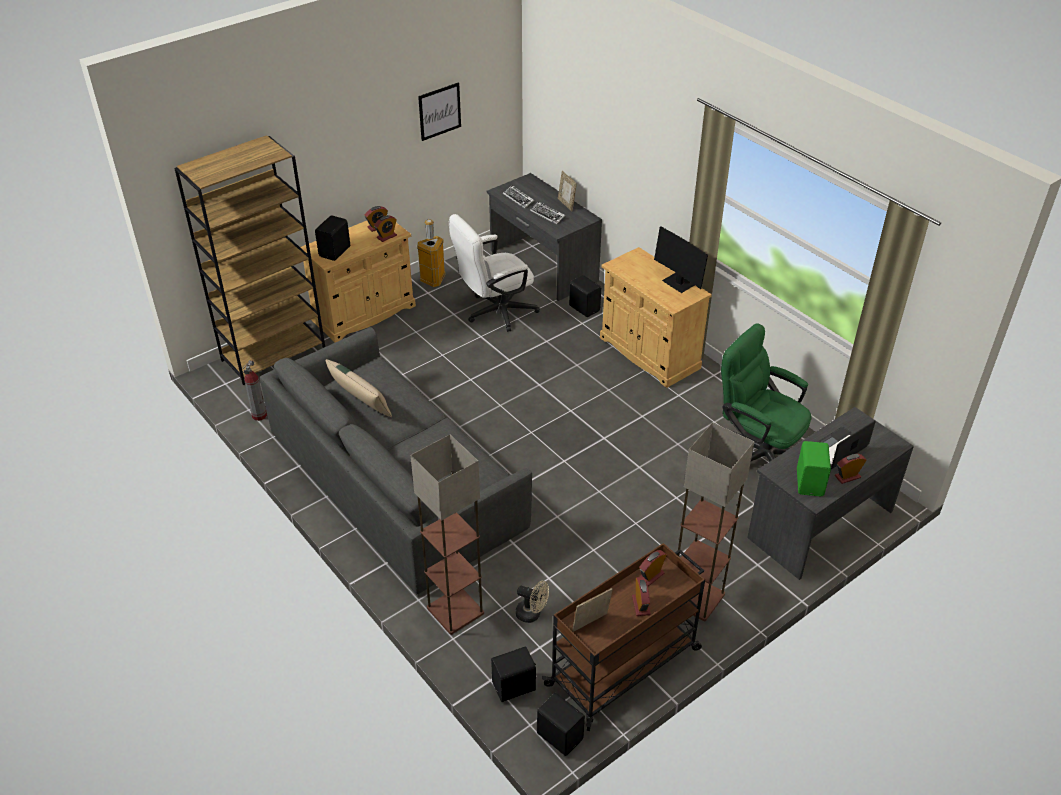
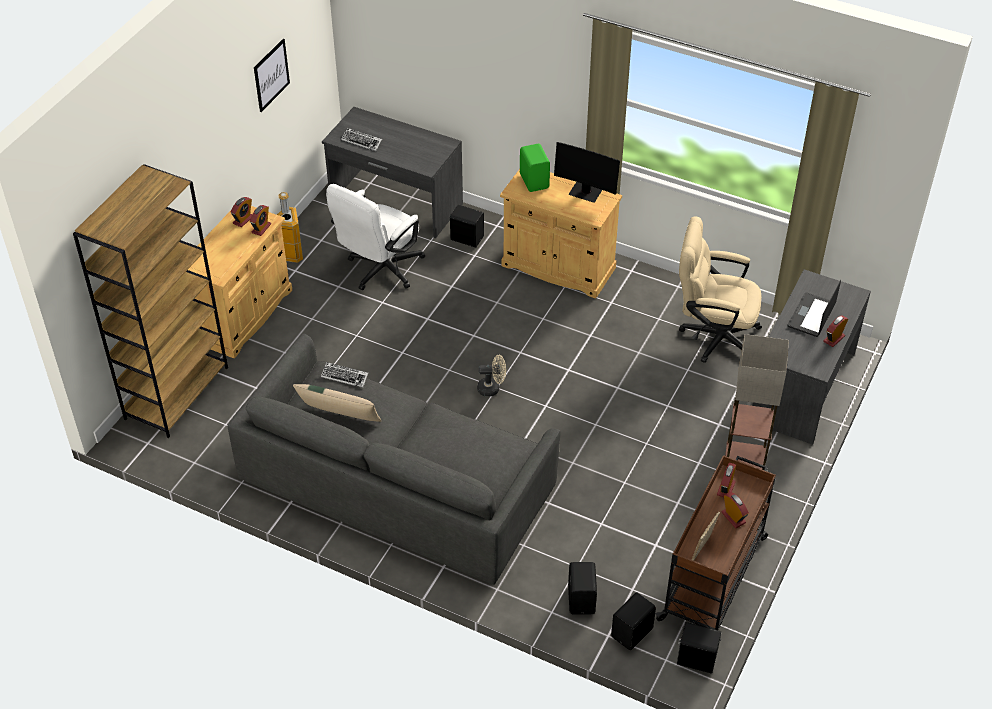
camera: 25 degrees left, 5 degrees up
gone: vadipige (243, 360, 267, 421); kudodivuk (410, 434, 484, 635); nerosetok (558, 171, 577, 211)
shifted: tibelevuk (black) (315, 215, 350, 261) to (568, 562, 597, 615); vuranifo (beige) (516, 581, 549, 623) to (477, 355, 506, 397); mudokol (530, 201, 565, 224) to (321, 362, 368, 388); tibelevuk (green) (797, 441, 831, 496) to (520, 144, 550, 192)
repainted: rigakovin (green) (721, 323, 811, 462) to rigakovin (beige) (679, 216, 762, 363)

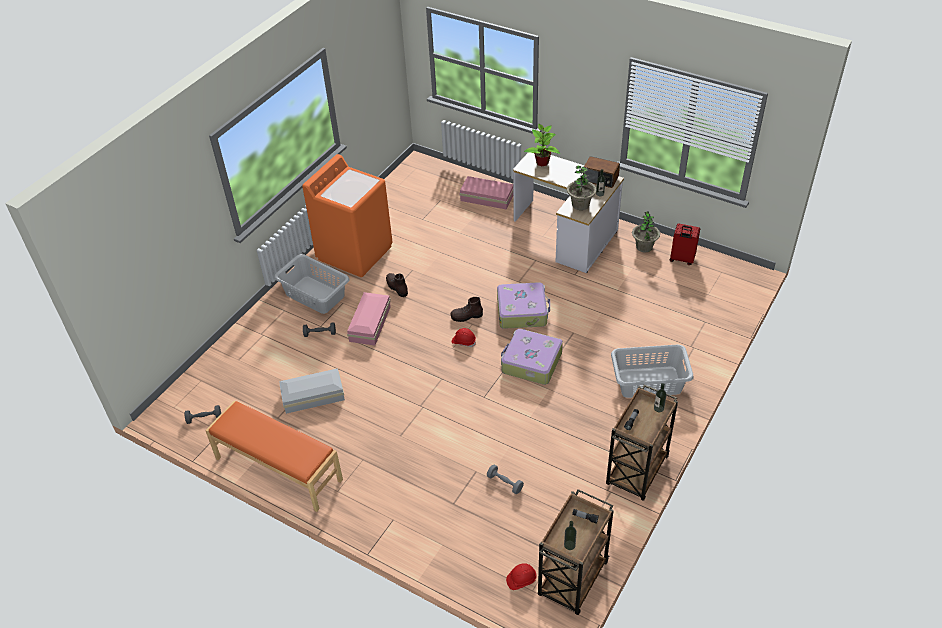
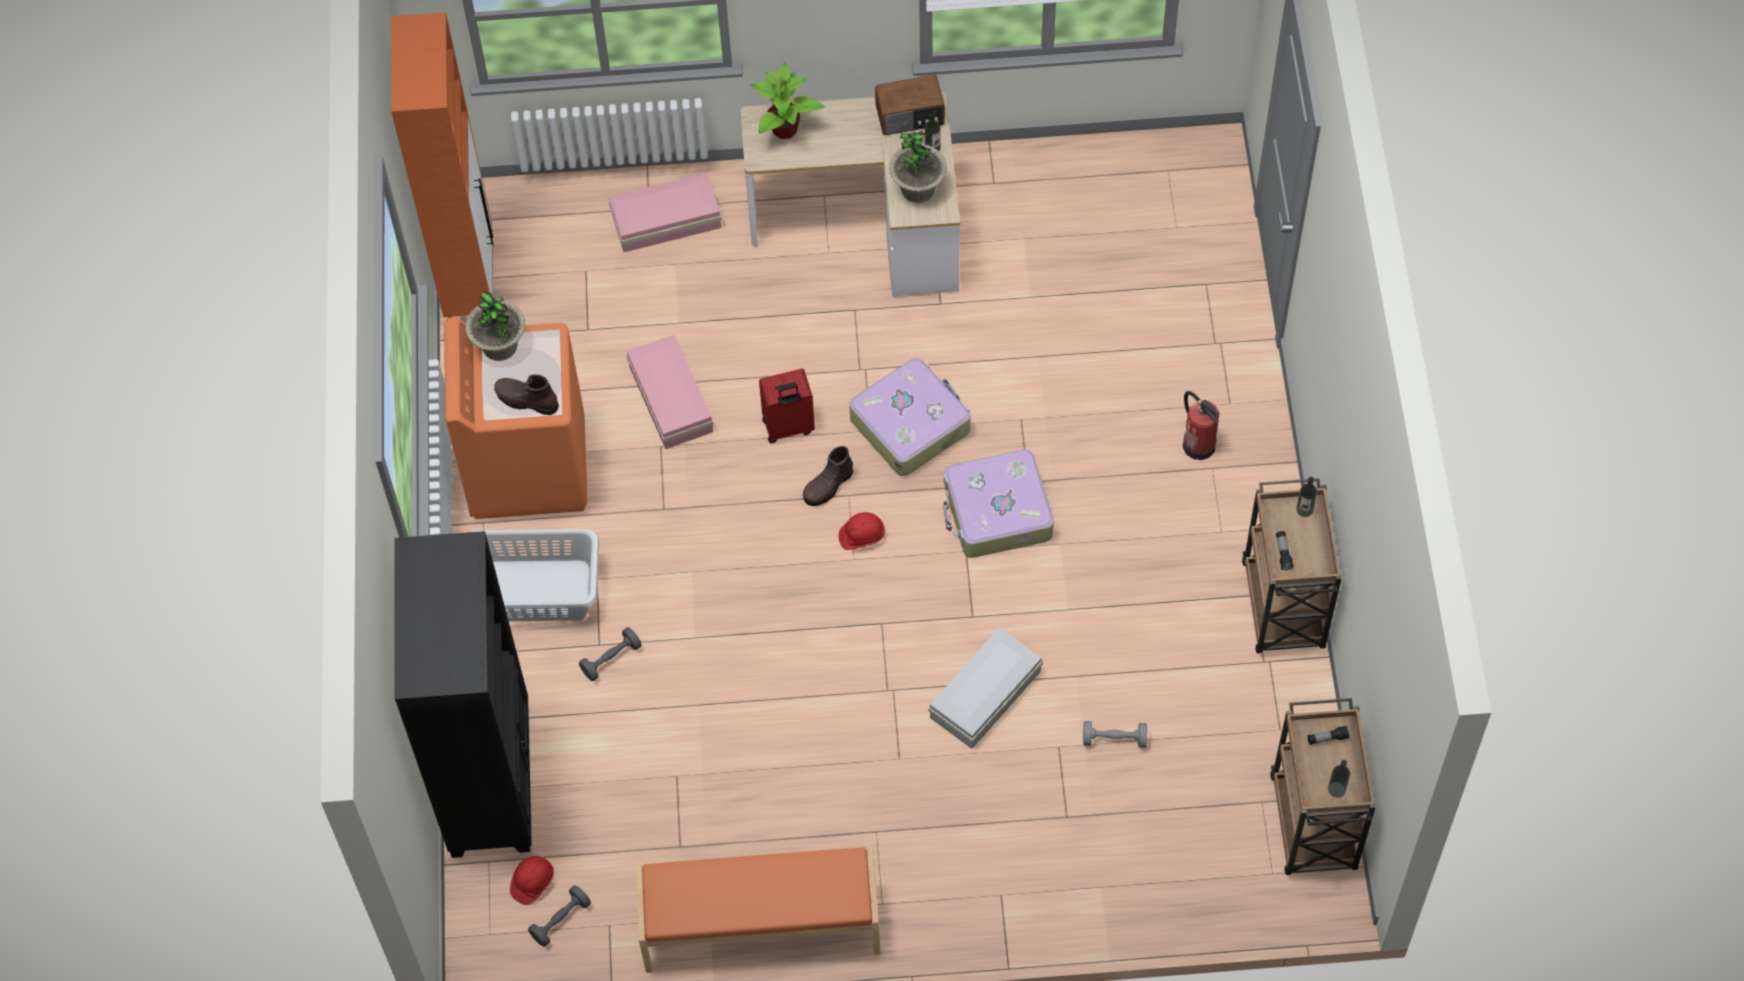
camera: 35 degrees left, 15 degrees up
new: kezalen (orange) (391, 12, 493, 318); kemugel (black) (395, 531, 532, 858)
shifted: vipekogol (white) (279, 368, 345, 414) to (928, 627, 1043, 749); vipekogol (pink) (347, 292, 391, 345) to (626, 334, 714, 449); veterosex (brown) (386, 273, 408, 297) to (494, 374, 559, 415); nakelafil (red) (506, 563, 537, 590) to (510, 856, 554, 905); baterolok (632, 211, 660, 252) to (465, 290, 525, 361); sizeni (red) (670, 223, 700, 265) to (759, 369, 815, 444)
swapped: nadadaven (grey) (611, 344, 694, 398) to vadipige (1183, 391, 1220, 460)

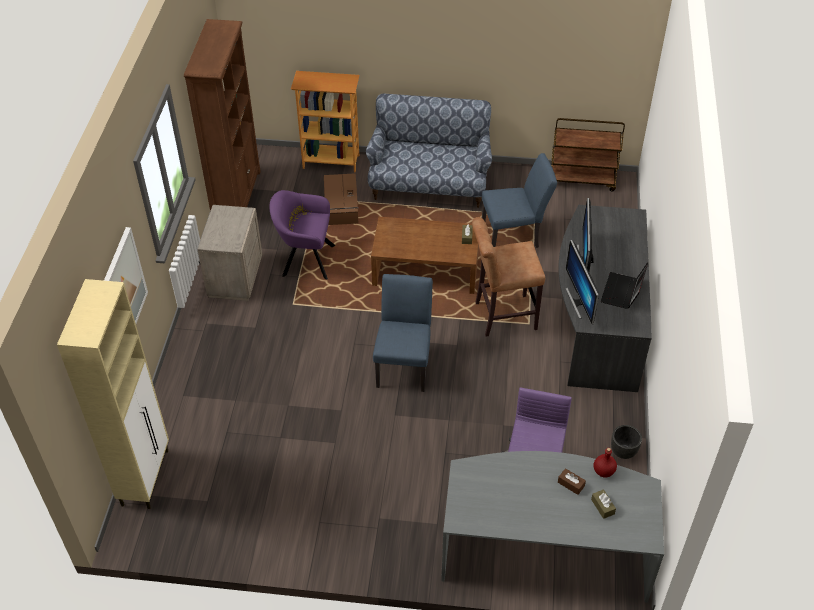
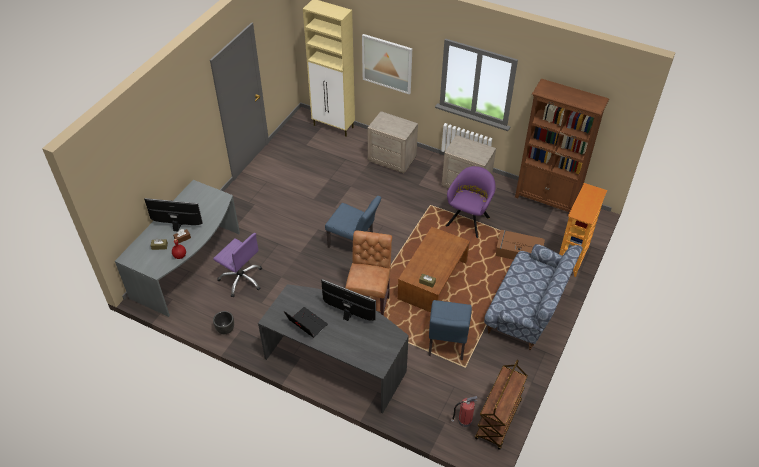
camera: 110 degrees right, 0 degrees up
new: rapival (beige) (368, 111, 418, 173); vadipige (451, 396, 478, 427)
shifted: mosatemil (566, 240, 599, 324) to (144, 198, 203, 232)

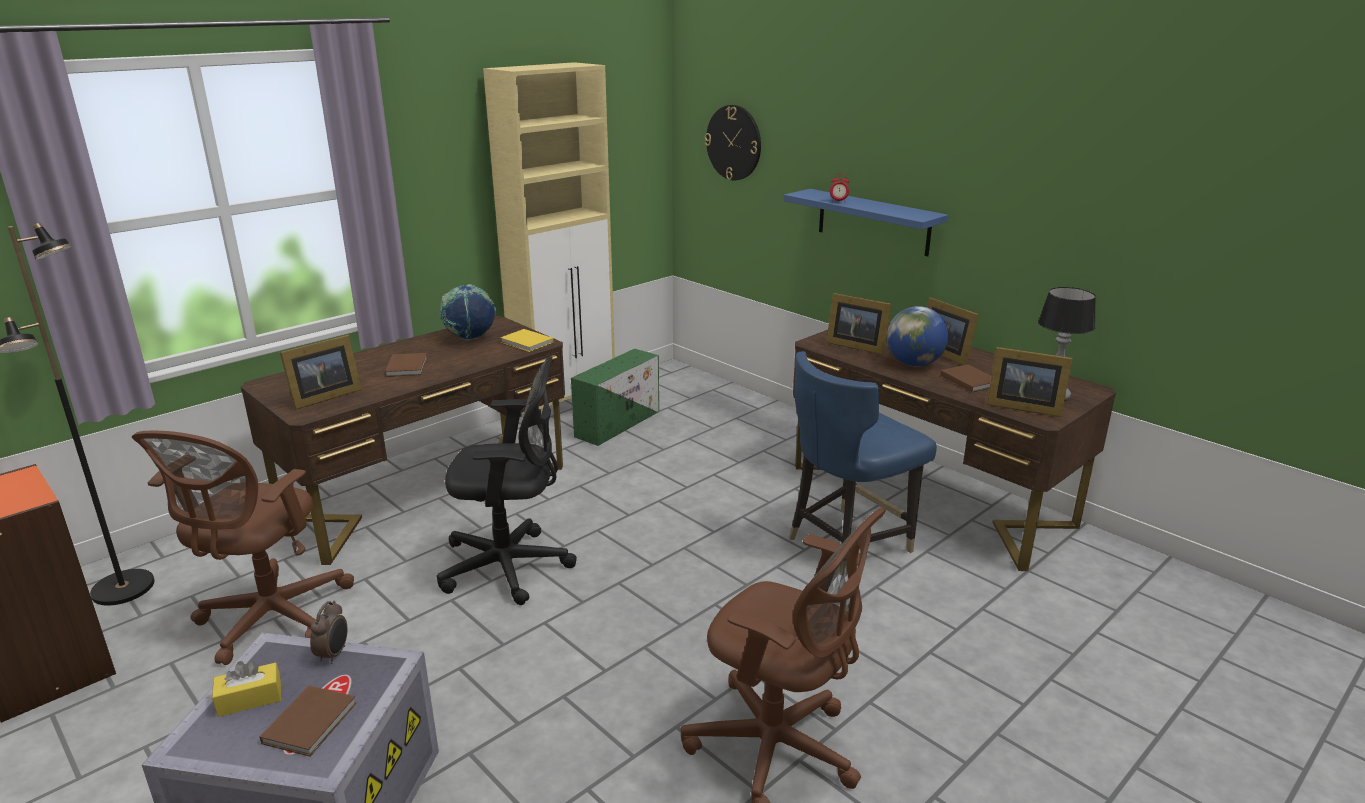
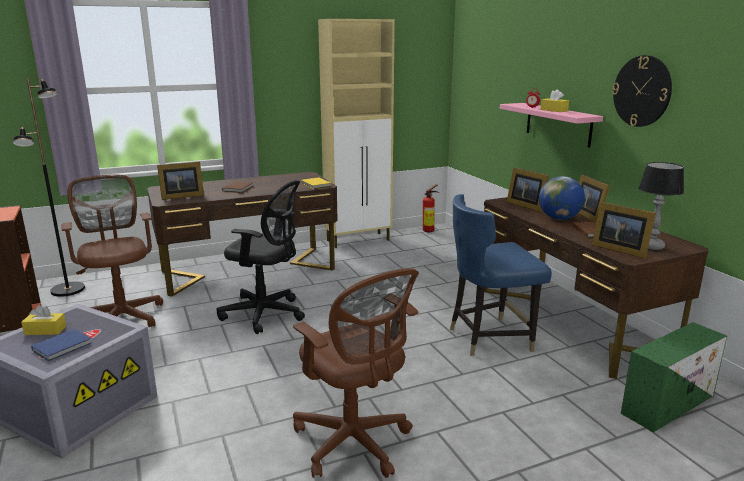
camera: 20 degrees right, 5 degrees down
gone: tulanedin (310, 601, 348, 664); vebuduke (439, 284, 496, 340)
new: vadipige (423, 184, 439, 232); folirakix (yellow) (540, 89, 569, 112)
shifted: vipekogol (green) (571, 349, 659, 446) to (621, 322, 727, 432); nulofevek (705, 105, 761, 180) to (612, 55, 672, 127)
repainted: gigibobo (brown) (260, 686, 356, 757) to gigibobo (blue) (31, 329, 92, 361); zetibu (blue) (784, 189, 948, 256) to zetibu (pink) (500, 103, 603, 148)
rotated: rigakovin (brown) (132, 431, 354, 665) = (62, 174, 163, 327) 120 degrees clockwise

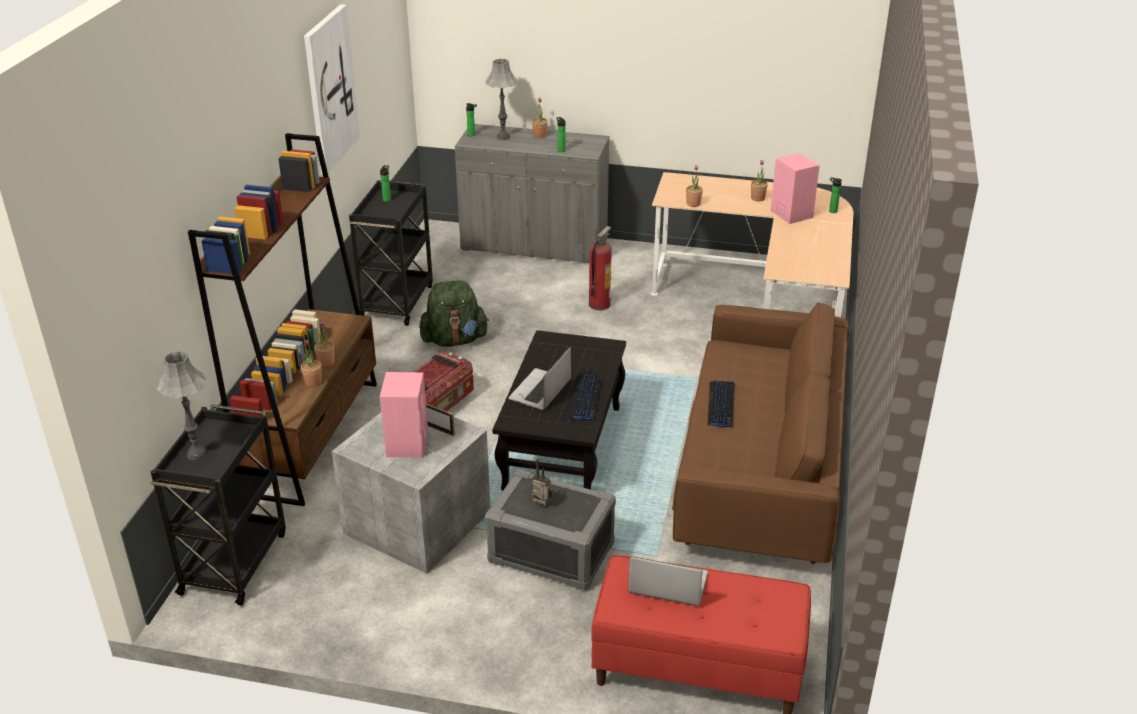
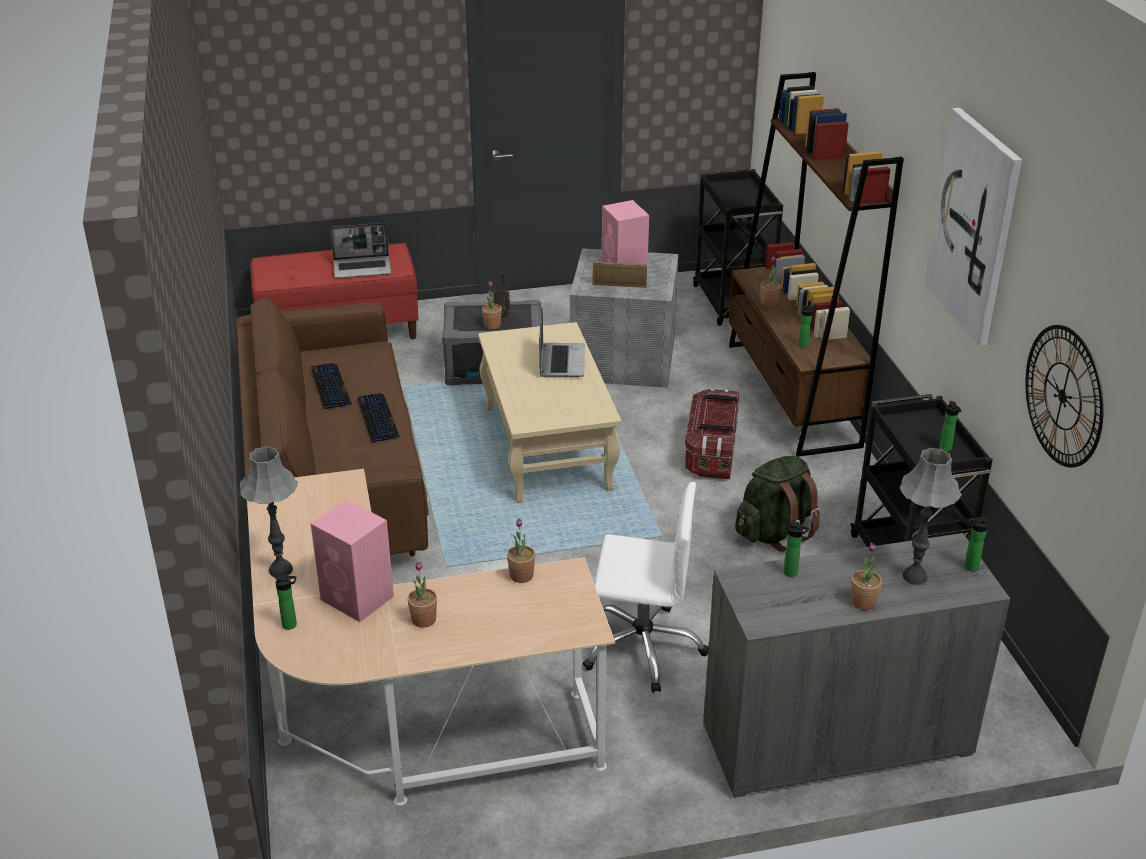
camera: 155 degrees right, 0 degrees up
new: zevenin (798, 305, 817, 348); nulofevek (1025, 325, 1104, 468)
shifted: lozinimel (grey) (157, 351, 207, 460) to (240, 446, 298, 577); baterolok (314, 320, 335, 367) to (482, 281, 502, 329); mudokol (570, 373, 602, 421) to (311, 363, 352, 409)
swapped: vadipige (589, 226, 612, 310) to rigakovin (white) (582, 482, 709, 693)
repainted: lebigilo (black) (492, 330, 626, 490) to lebigilo (beige) (478, 322, 621, 503)

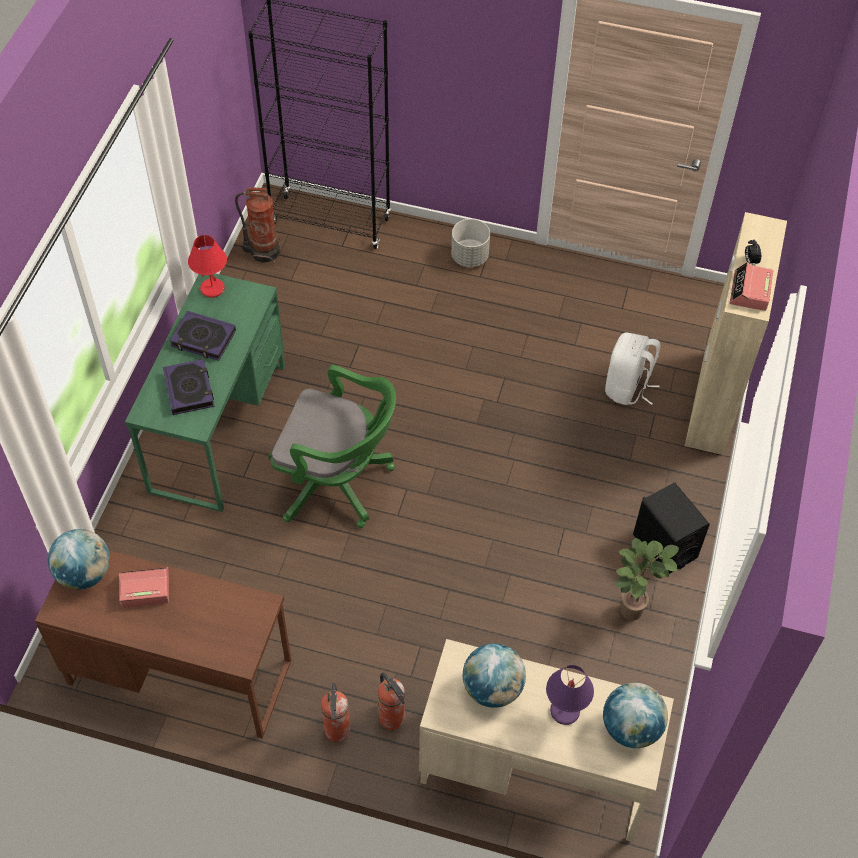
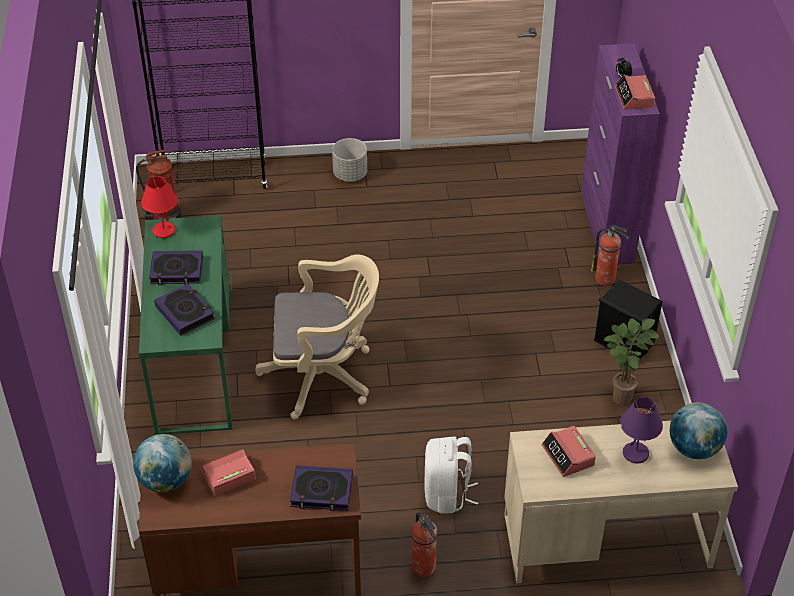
camera: 20 degrees left, 10 degrees down
new: gigibobo (290, 465, 353, 511)
shifted: vadipige (377, 672, 405, 730) to (591, 225, 629, 286); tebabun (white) (605, 332, 660, 405) to (425, 436, 478, 513)
swapped: vebuduke (463, 643, 526, 708) to tulanedin (542, 426, 596, 477)
repainted: rigakovin (green) (269, 365, 396, 528) to rigakovin (beige) (256, 254, 379, 419); kezalen (beige) (685, 212, 787, 455) to kezalen (purple) (581, 43, 660, 264)

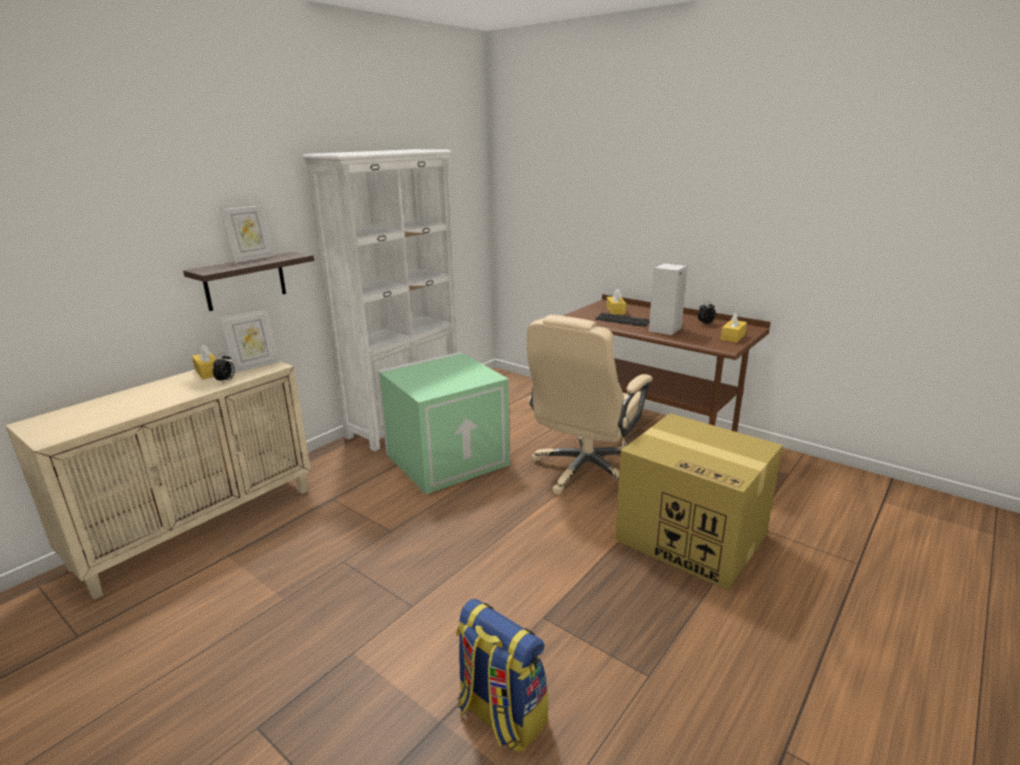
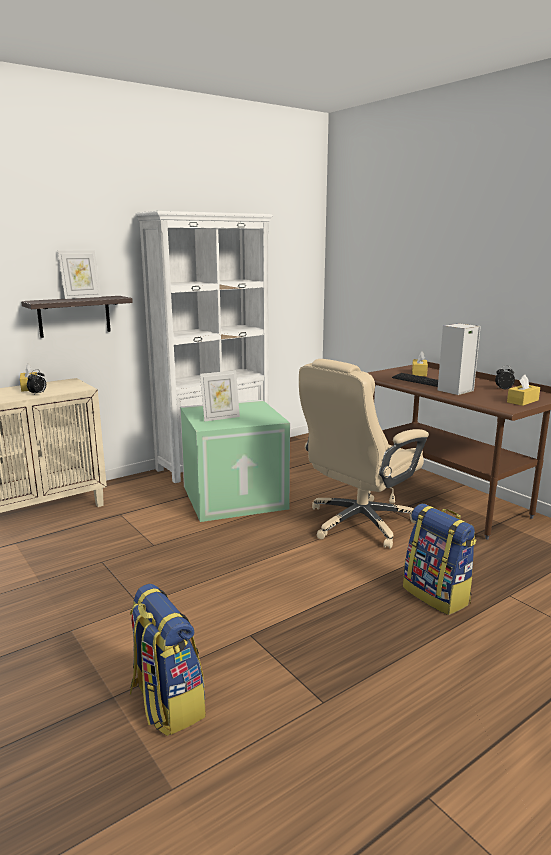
camera: 15 degrees right, 5 degrees down
shifted: nerosetok (220, 309, 279, 373) to (200, 370, 240, 422)
swapped: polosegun (615, 413, 783, 590) to tebabun (403, 504, 476, 615)

